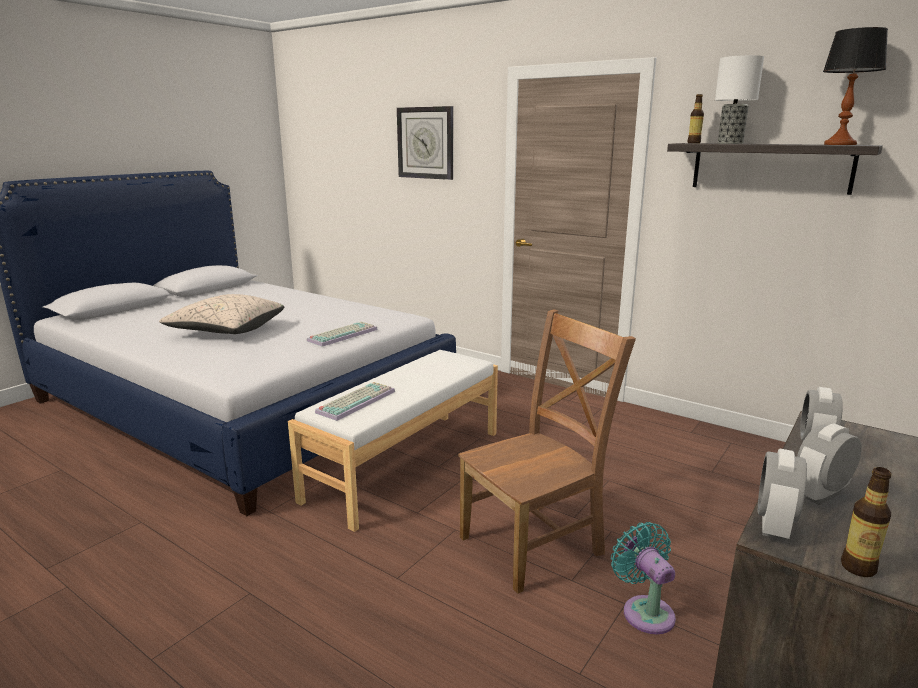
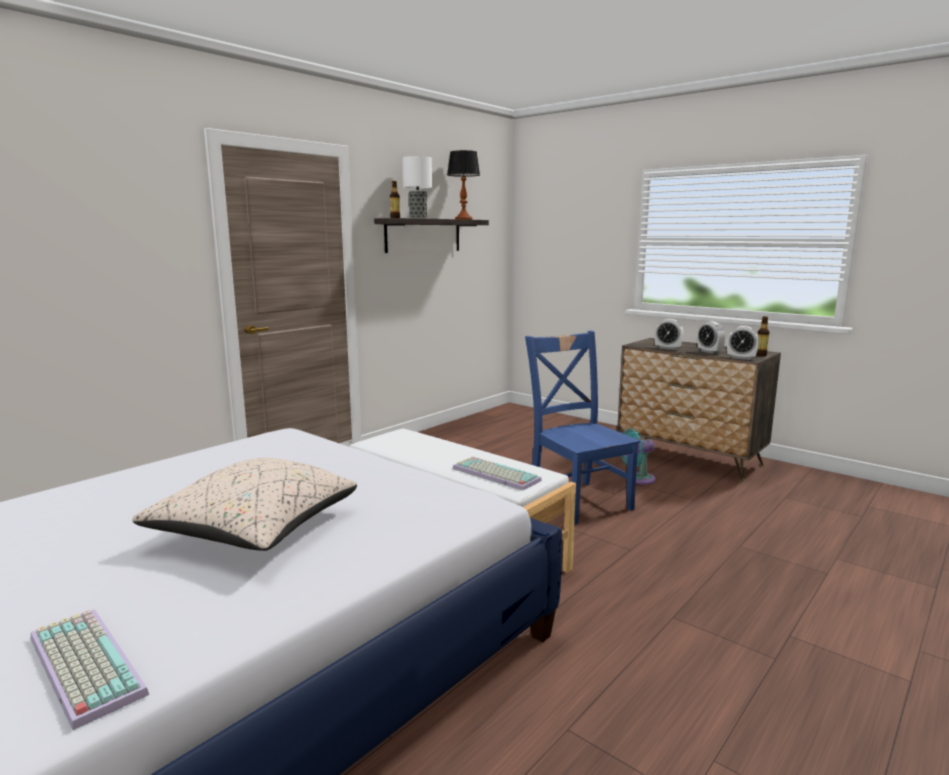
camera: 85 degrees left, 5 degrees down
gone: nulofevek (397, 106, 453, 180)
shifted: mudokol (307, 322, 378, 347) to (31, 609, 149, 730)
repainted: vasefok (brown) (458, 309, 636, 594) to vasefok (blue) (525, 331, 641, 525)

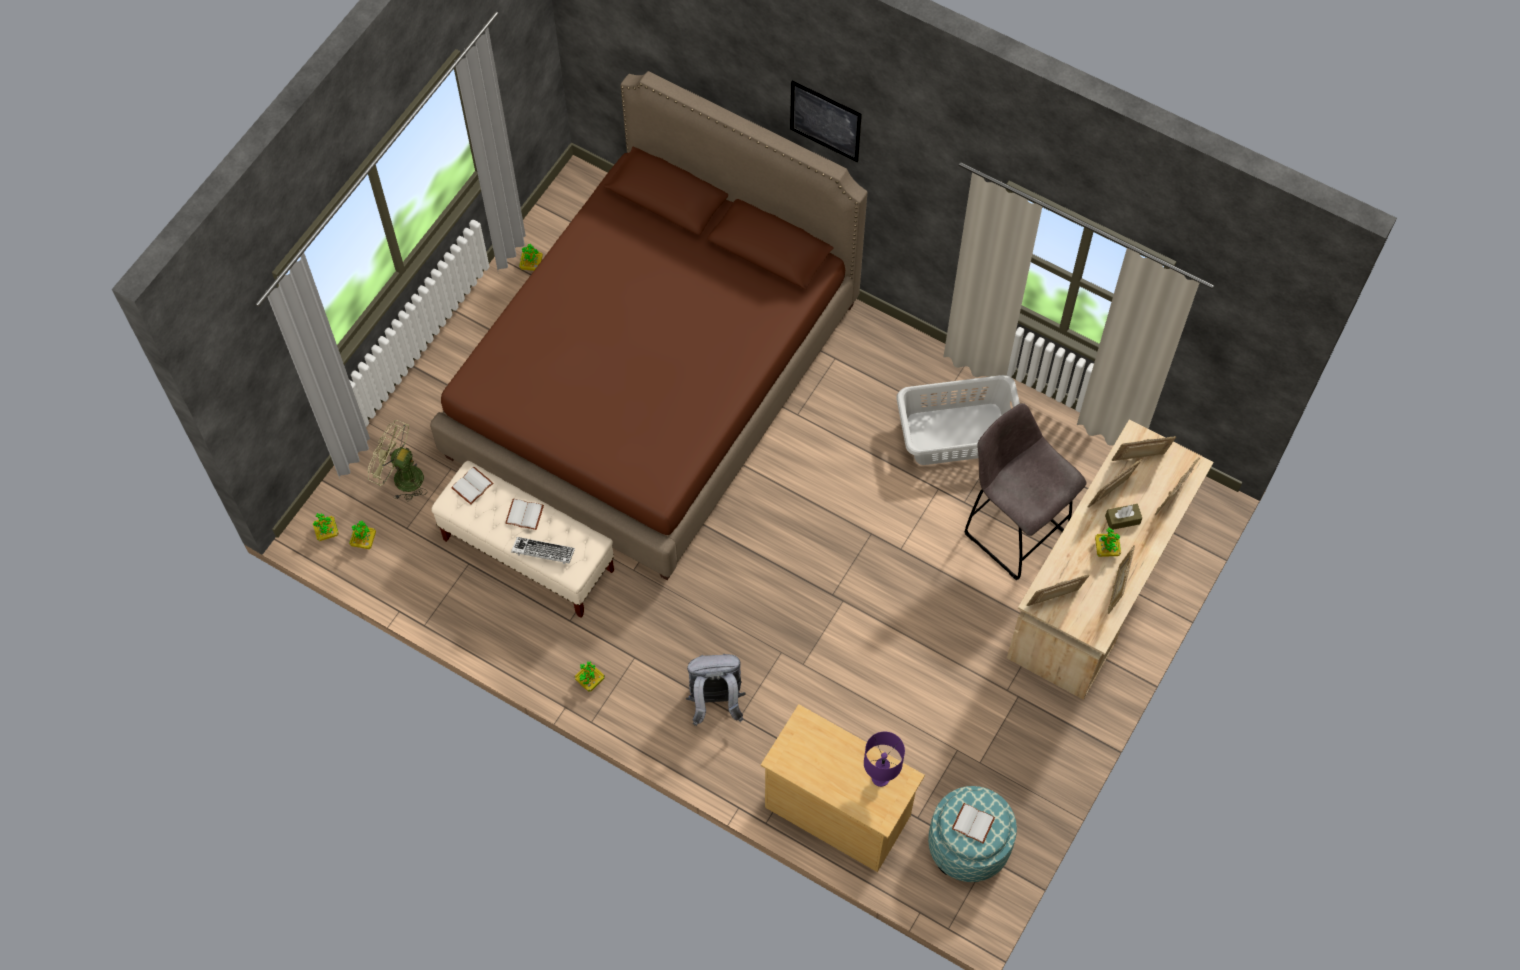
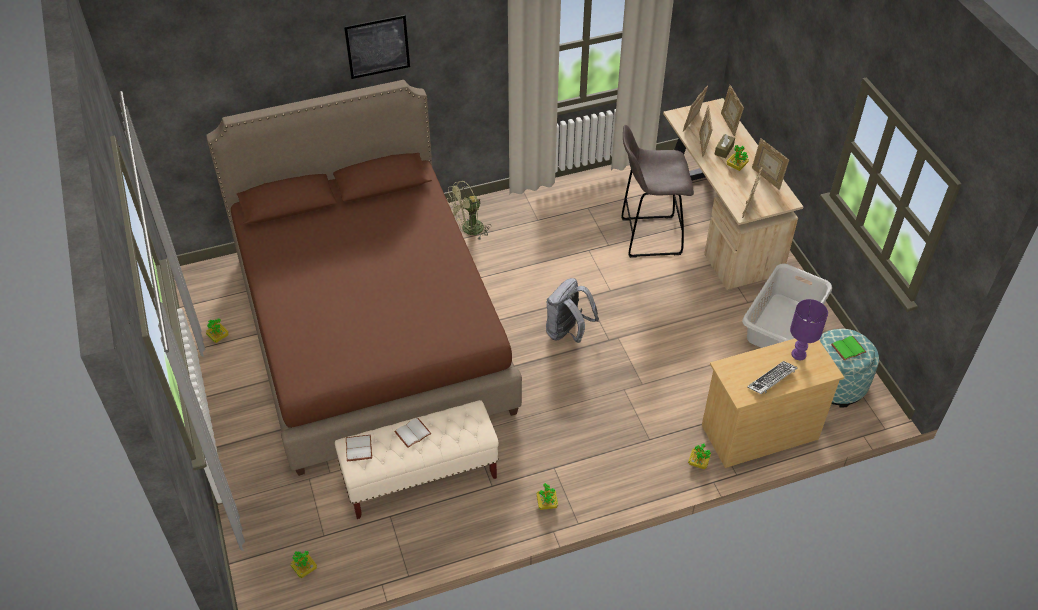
camera: 50 degrees left, 15 degrees down
shifted: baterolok (313, 513, 339, 541) to (688, 443, 711, 469); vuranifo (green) (368, 420, 427, 501) to (447, 181, 491, 240); mudokol (511, 537, 575, 564) to (747, 361, 797, 394); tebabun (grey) (685, 654, 746, 726) to (546, 278, 599, 343); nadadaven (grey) (897, 375, 1020, 465) to (742, 263, 832, 348)
repainted: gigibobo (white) (952, 803, 995, 843) to gigibobo (green) (831, 336, 866, 361)

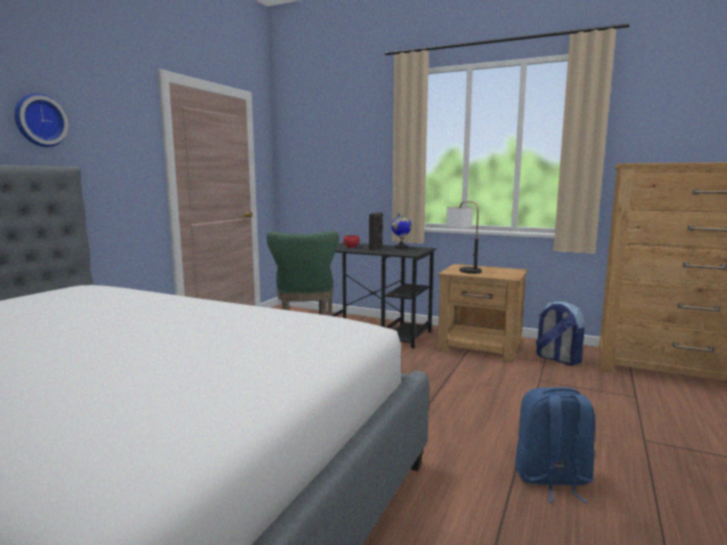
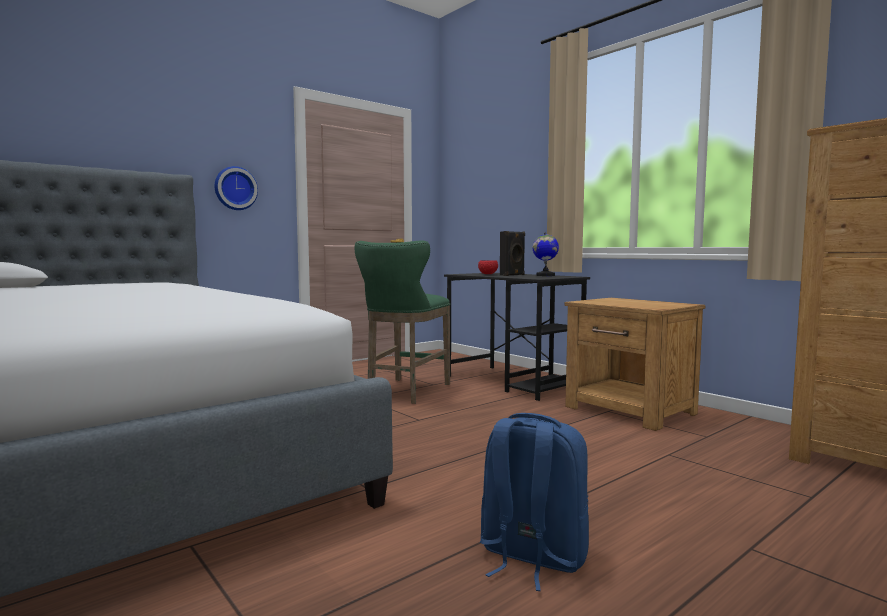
camera: 25 degrees right, 5 degrees down
gone: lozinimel (446, 201, 482, 274); tebabun (536, 301, 584, 365)
shifted: nulofevek (14, 93, 68, 147) to (215, 166, 258, 210)

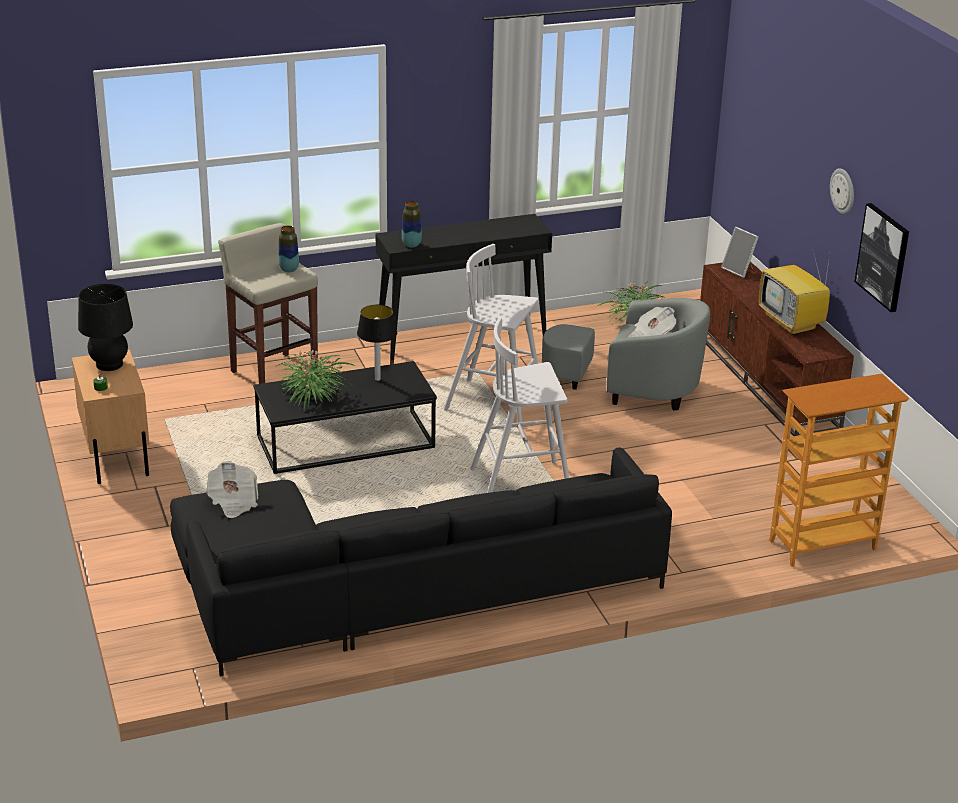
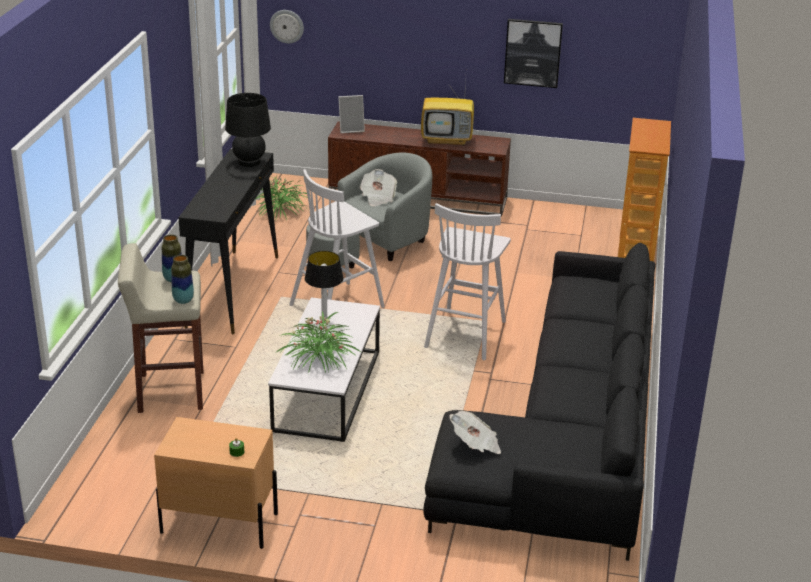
camera: 60 degrees left, 0 degrees up
shifted: lozinimel (black) (78, 284, 133, 371) to (225, 93, 271, 167); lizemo (402, 201, 422, 247) to (171, 255, 194, 304); nulofevek (830, 168, 854, 214) to (270, 10, 304, 43)
repainted: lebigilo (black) (253, 361, 437, 474) to lebigilo (white) (268, 297, 380, 442)

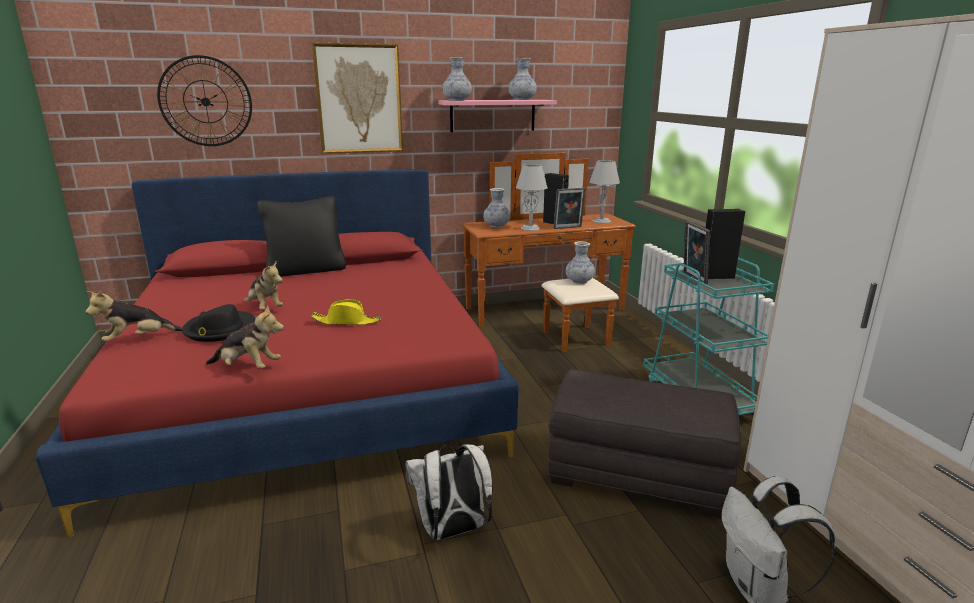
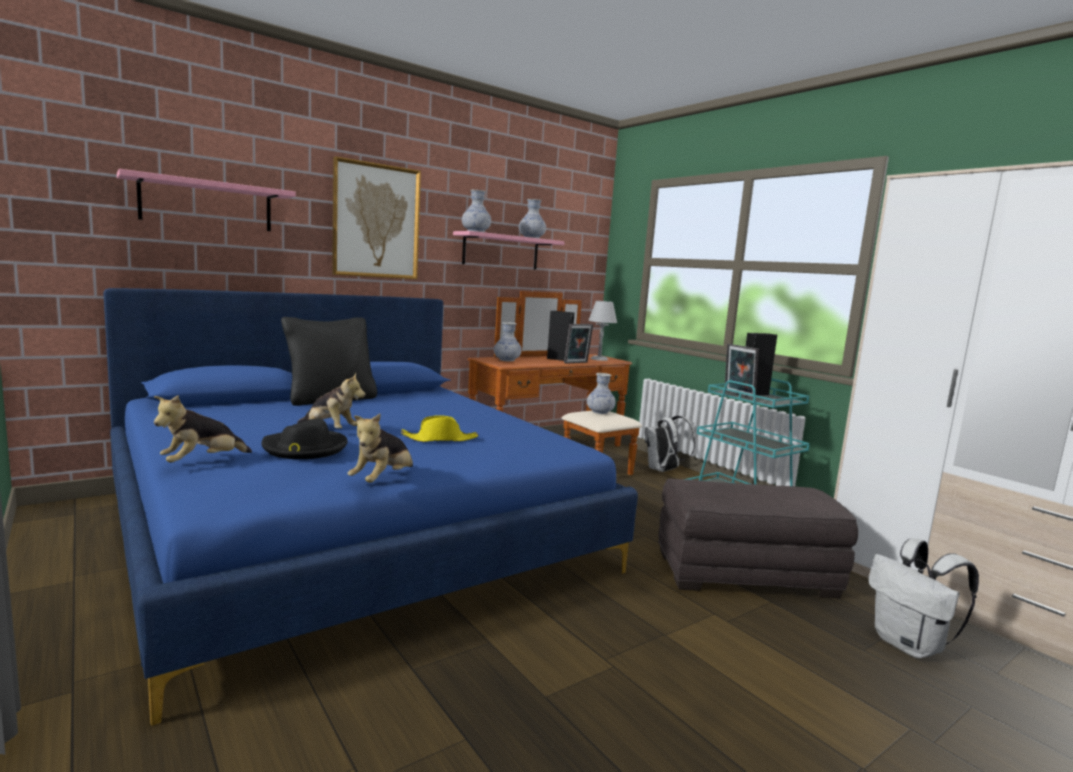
camera: 20 degrees left, 10 degrees down
gone: lozinimel (grey) (516, 164, 548, 231)
shifted: tebabun (white) (405, 444, 493, 540) to (645, 416, 695, 472)
swapped: nulofevek (157, 55, 252, 146) to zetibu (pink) (117, 169, 296, 231)
repainted: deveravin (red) (36, 169, 519, 537) to deveravin (blue) (103, 288, 638, 725)
rotated: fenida (206, 304, 284, 369) = (347, 414, 413, 483) 120 degrees clockwise

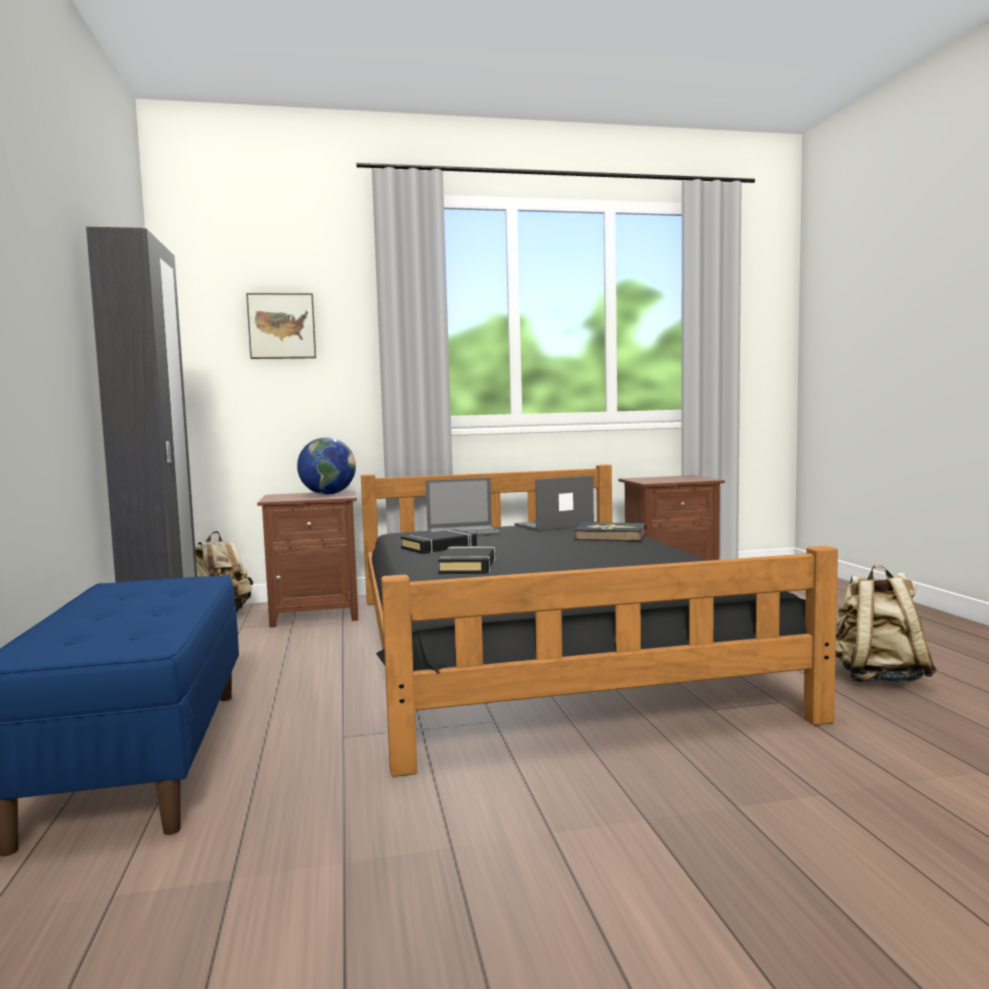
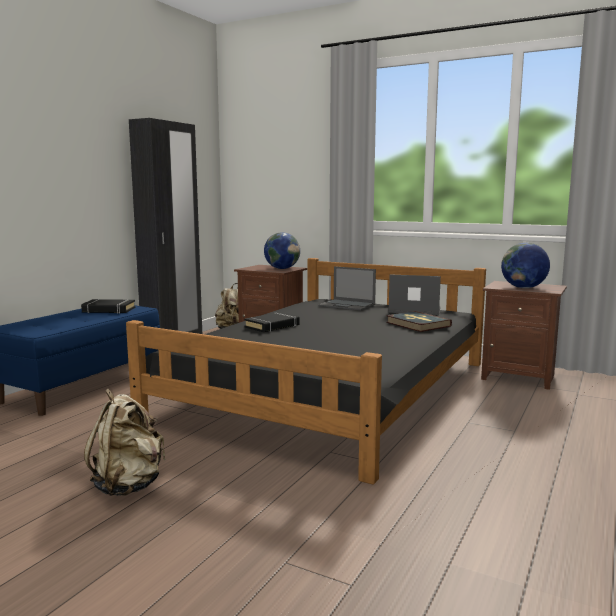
camera: 40 degrees right, 5 degrees up
gone: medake (246, 293, 316, 359)
new: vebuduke (501, 243, 550, 288)
shifted: gigibobo (black) (401, 529, 477, 554) to (81, 299, 135, 314); tebabun (beige) (836, 565, 937, 683) to (84, 389, 165, 496)

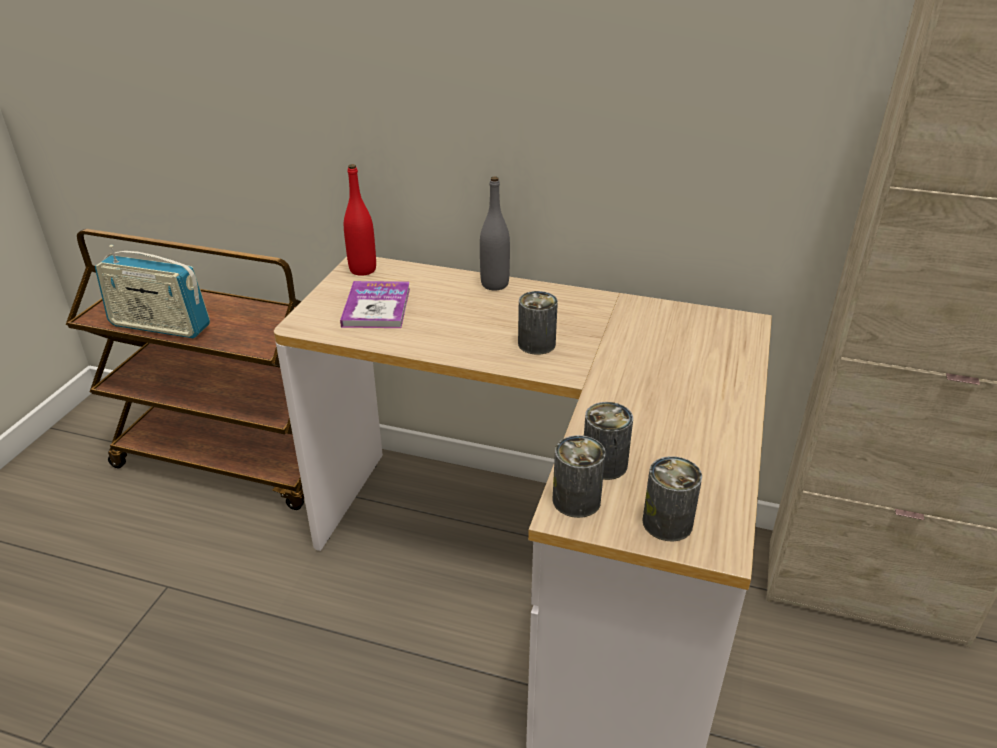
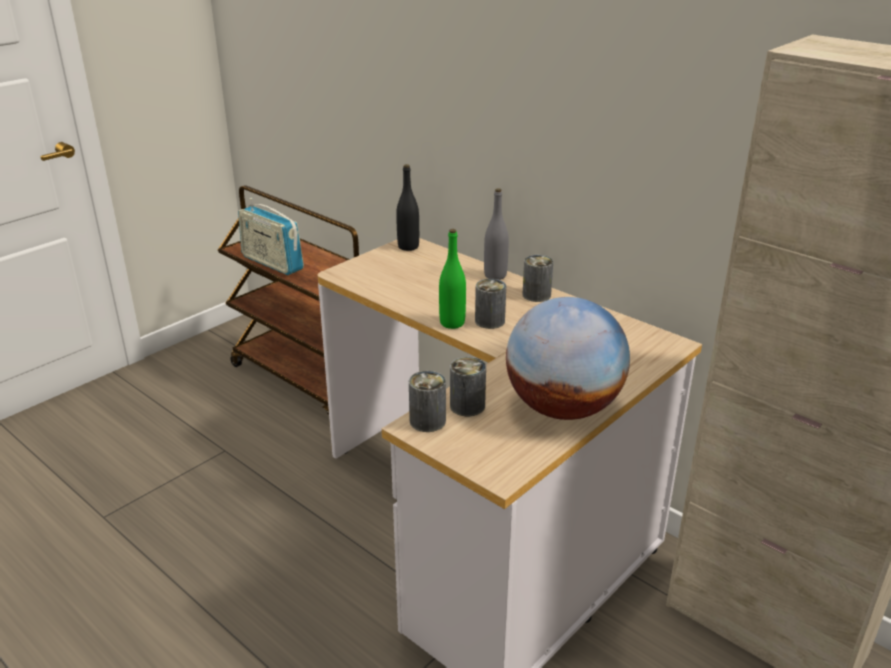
camera: 25 degrees right, 5 degrees down
gone: gigibobo (340, 281, 410, 328)
new: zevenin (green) (439, 229, 466, 329); vebuduke (506, 297, 630, 420)
shifted: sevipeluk (643, 456, 702, 541) to (522, 255, 553, 302)
repainted: zevenin (red) (344, 164, 376, 276) to zevenin (black) (396, 164, 419, 251)

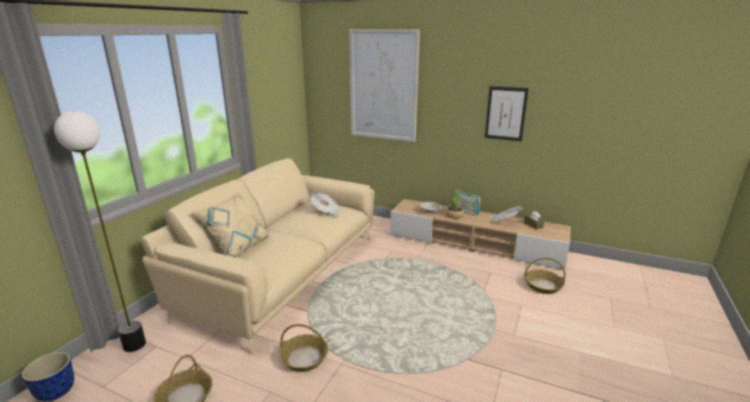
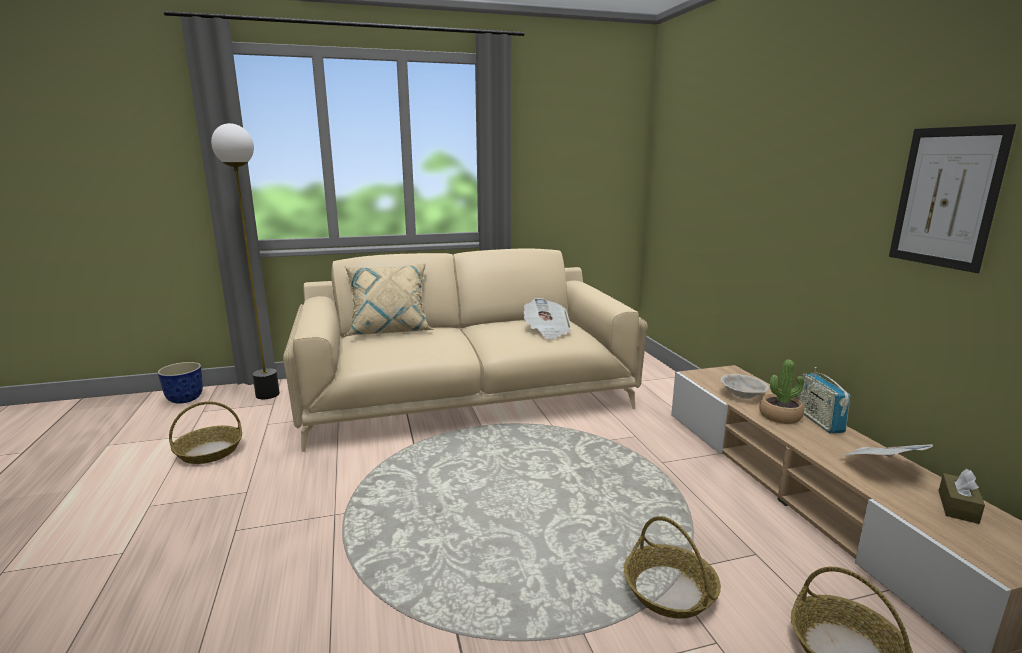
camera: 50 degrees right, 5 degrees down
gone: medake (349, 29, 420, 142)
shifted: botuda (279, 324, 328, 372) to (624, 516, 721, 619)

